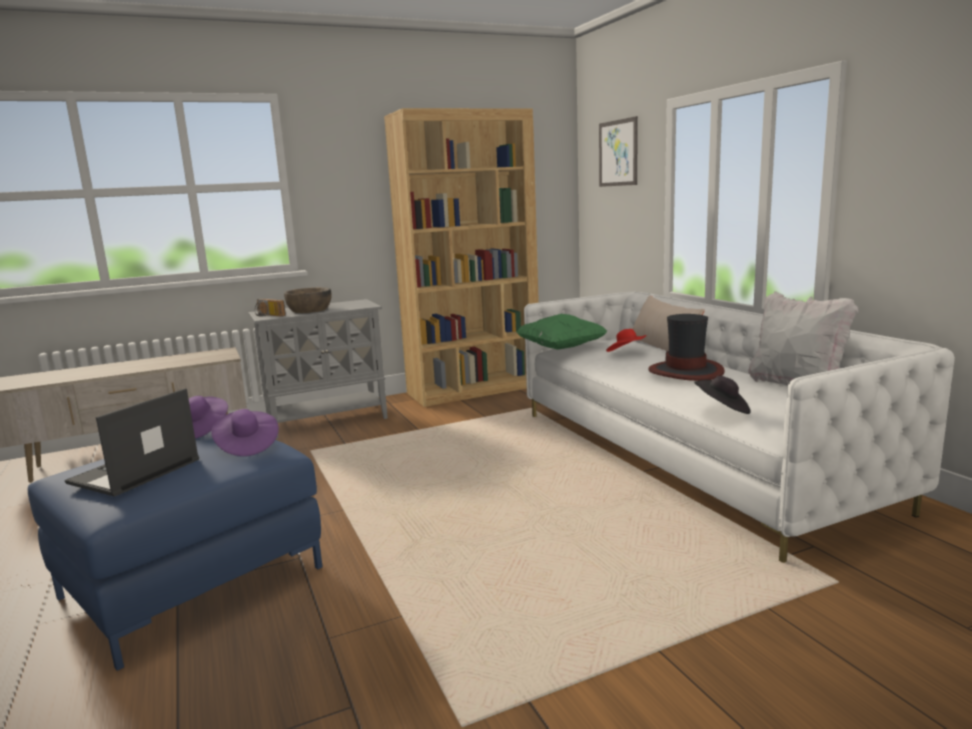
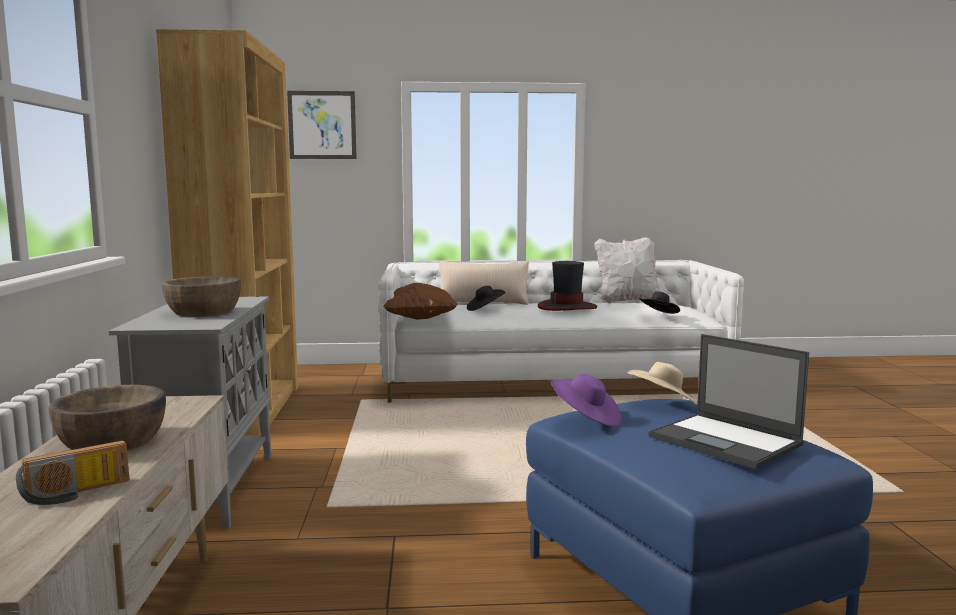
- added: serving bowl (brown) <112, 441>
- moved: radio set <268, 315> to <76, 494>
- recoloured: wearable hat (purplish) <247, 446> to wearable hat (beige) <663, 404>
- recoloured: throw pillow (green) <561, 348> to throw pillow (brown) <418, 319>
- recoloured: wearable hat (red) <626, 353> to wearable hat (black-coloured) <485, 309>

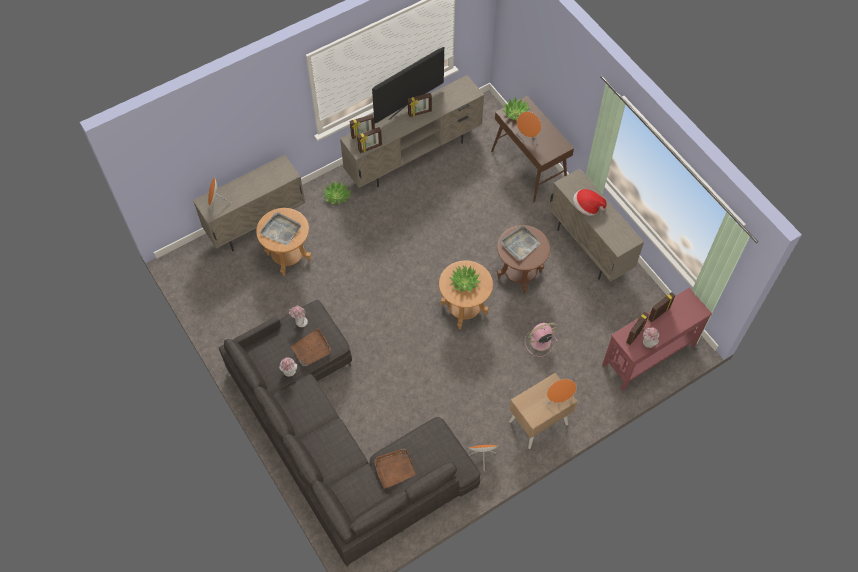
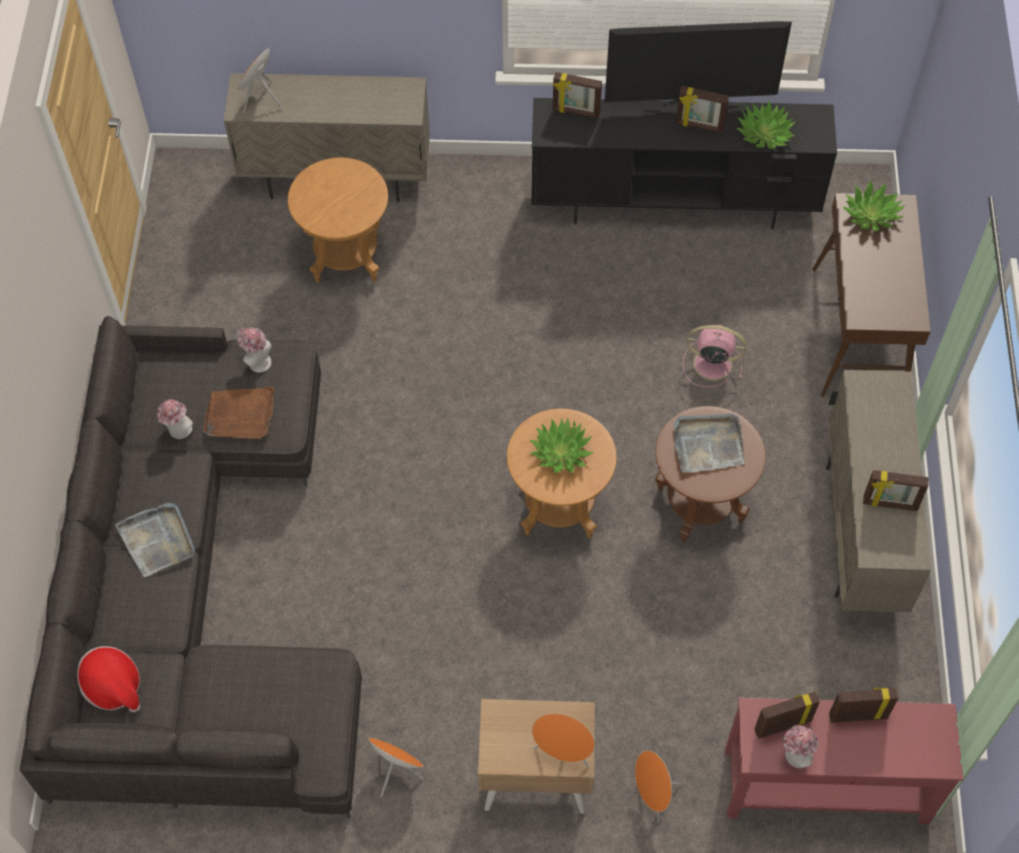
- removed: carrying tray (brown) <394, 468>
- moved: carrying tray (gray) <281, 230> to <158, 540>
- moved: potted plant <337, 196> to <764, 134>
- moved: photo frame <370, 148> to <890, 504>
- moved: audio speaker (orange) <528, 137> to <653, 795>
- moved: electric fan (pink) <539, 342> to <710, 363>
- moved: wearable hat <587, 207> to <113, 686>
- recoloured: media console (beige) <414, 155> to media console (black-coloured) <674, 205>

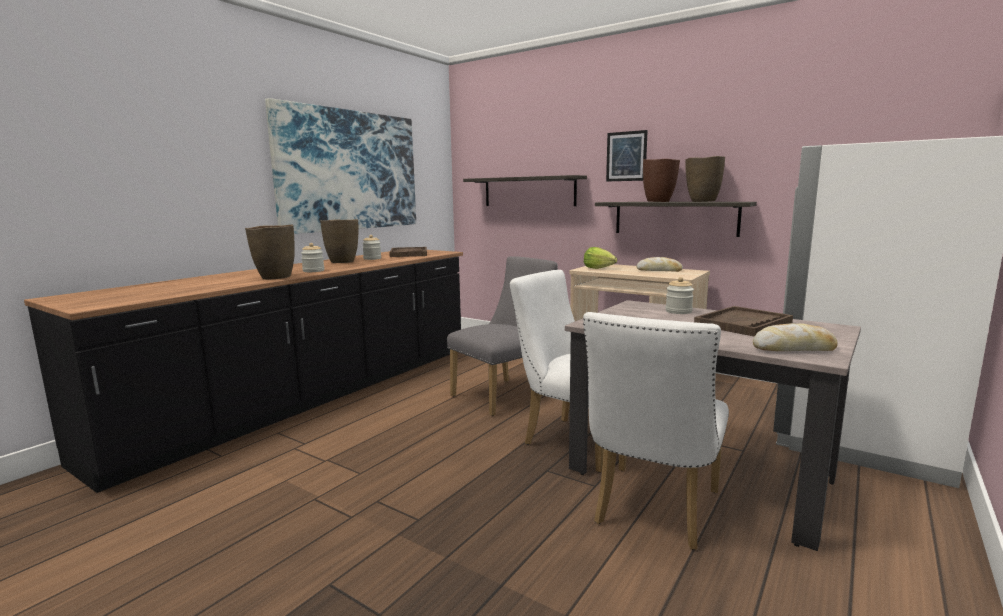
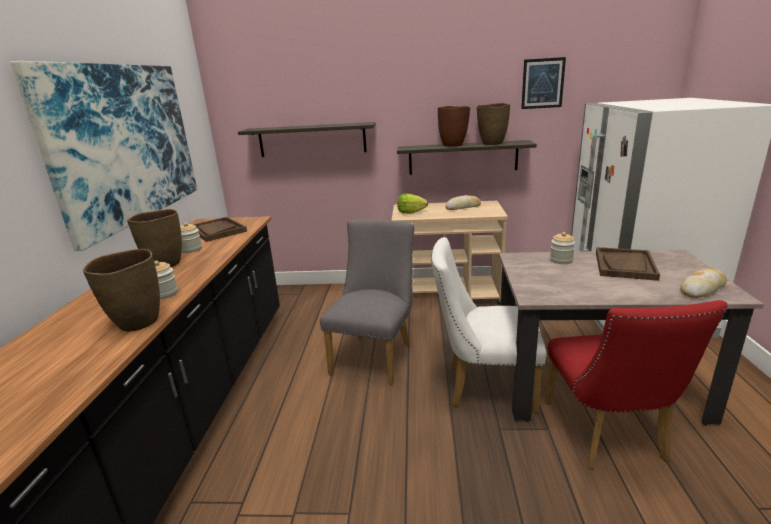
- moved: wall art <626, 156> to <542, 83>
- recoloured: upright chair (whitish) <652, 511> to upright chair (red) <607, 436>

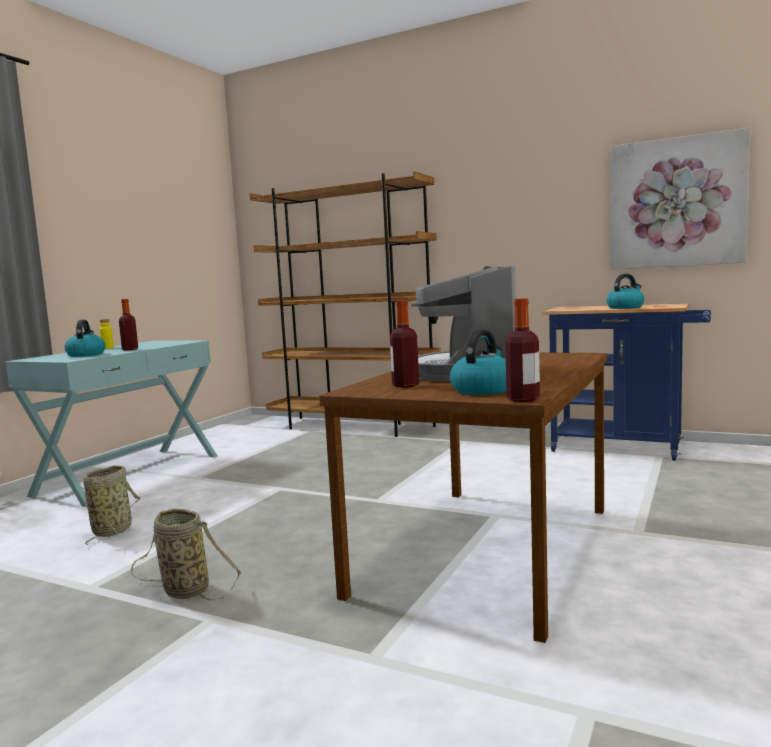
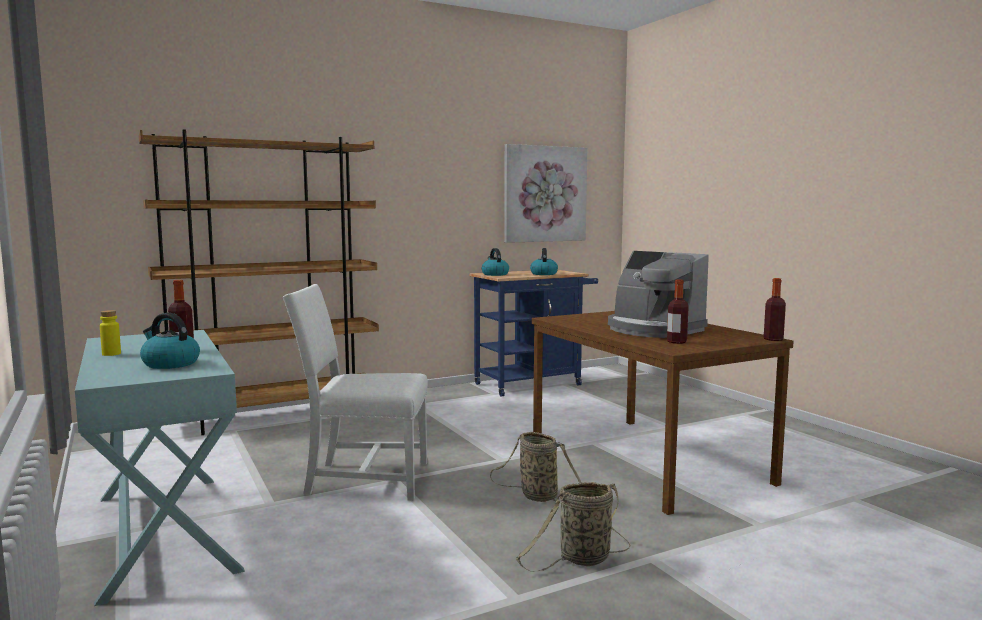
- added: upright chair (whitish) <363, 479>
- moved: household basket <114, 530> to <536, 495>
- moved: kettle <482, 390> to <494, 274>

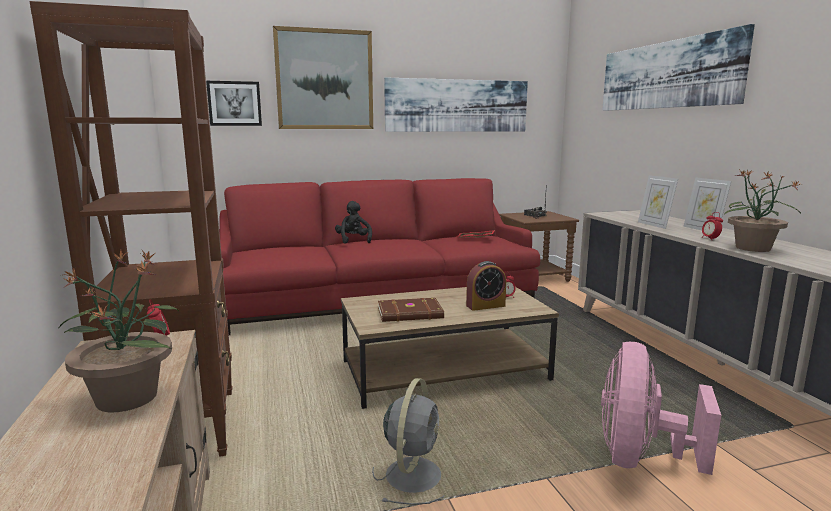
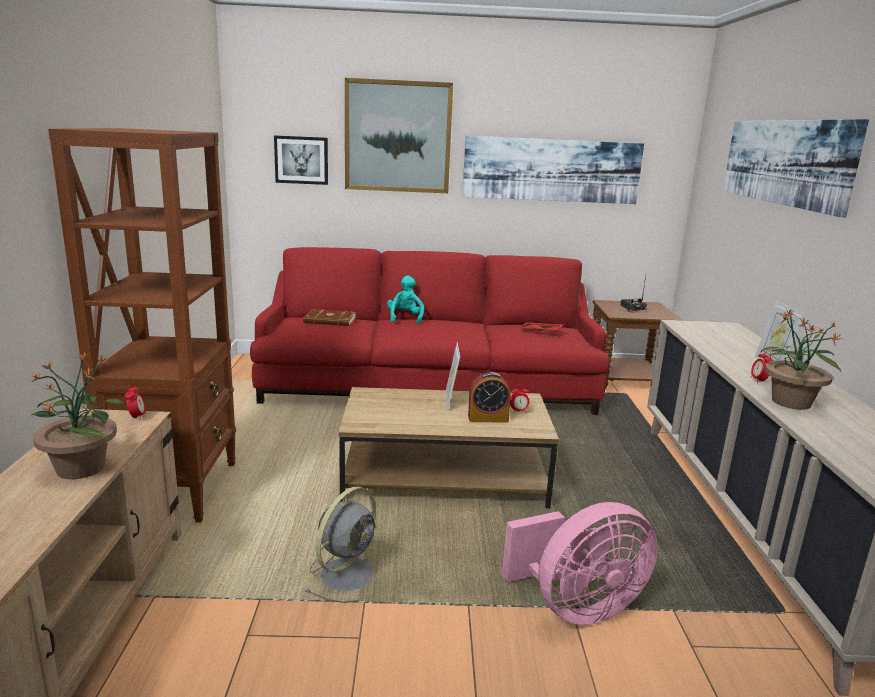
- moved: bound book (brown) <410, 313> to <330, 320>
- moved: photo frame <654, 225> to <451, 401>
- recoloured: plush toy (black-coloured) <353, 240> to plush toy (blue-green) <405, 318>
- turned: electric fan (pink) <640, 458> = <577, 607> 150 degrees counterclockwise

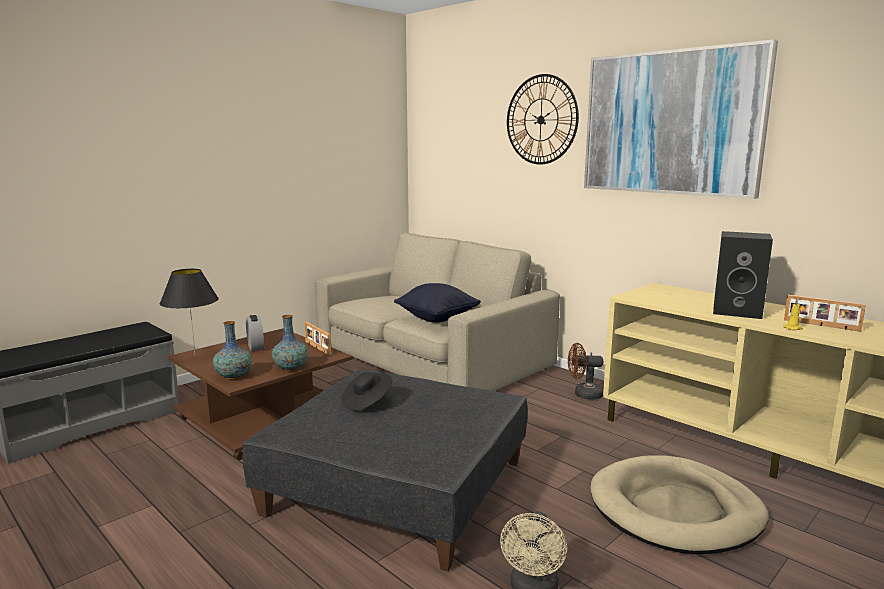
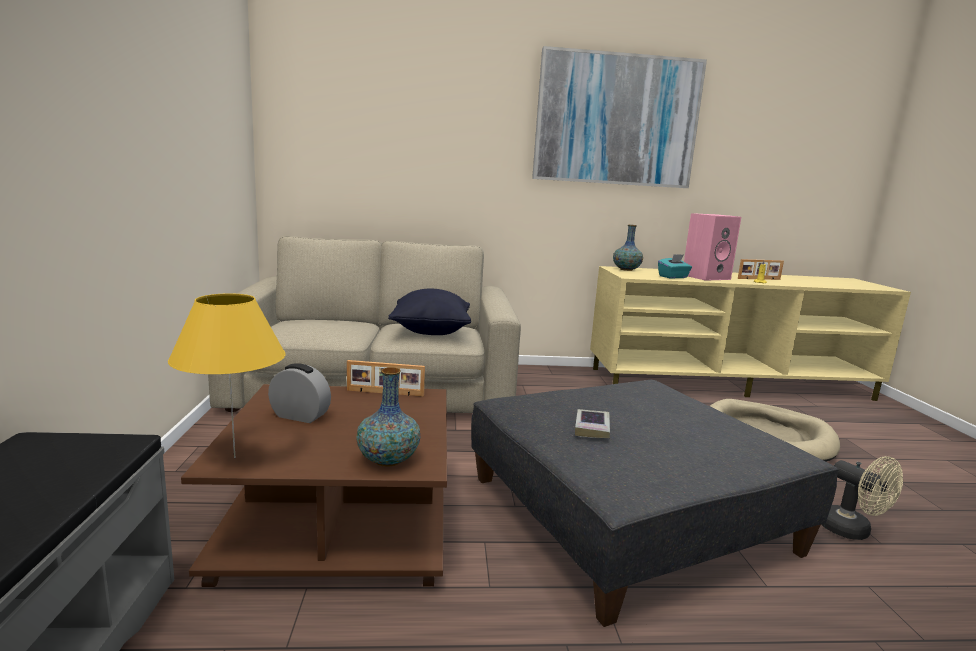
- removed: wall clock <541, 120>
- removed: electric fan (brown) <583, 394>
- added: tissue box (blue-green) <673, 277>
- moved: decorative vase <291, 368> to <626, 269>
- replaced: wearable hat (black-coloured) <367, 402> to bound book <592, 428>
- recoloured: lamp for a table (black-coloured) <195, 355> to lamp for a table (yellow-coloured) <235, 458>
- recoloured: audio speaker (black-coloured) <738, 311> to audio speaker (pink) <706, 277>

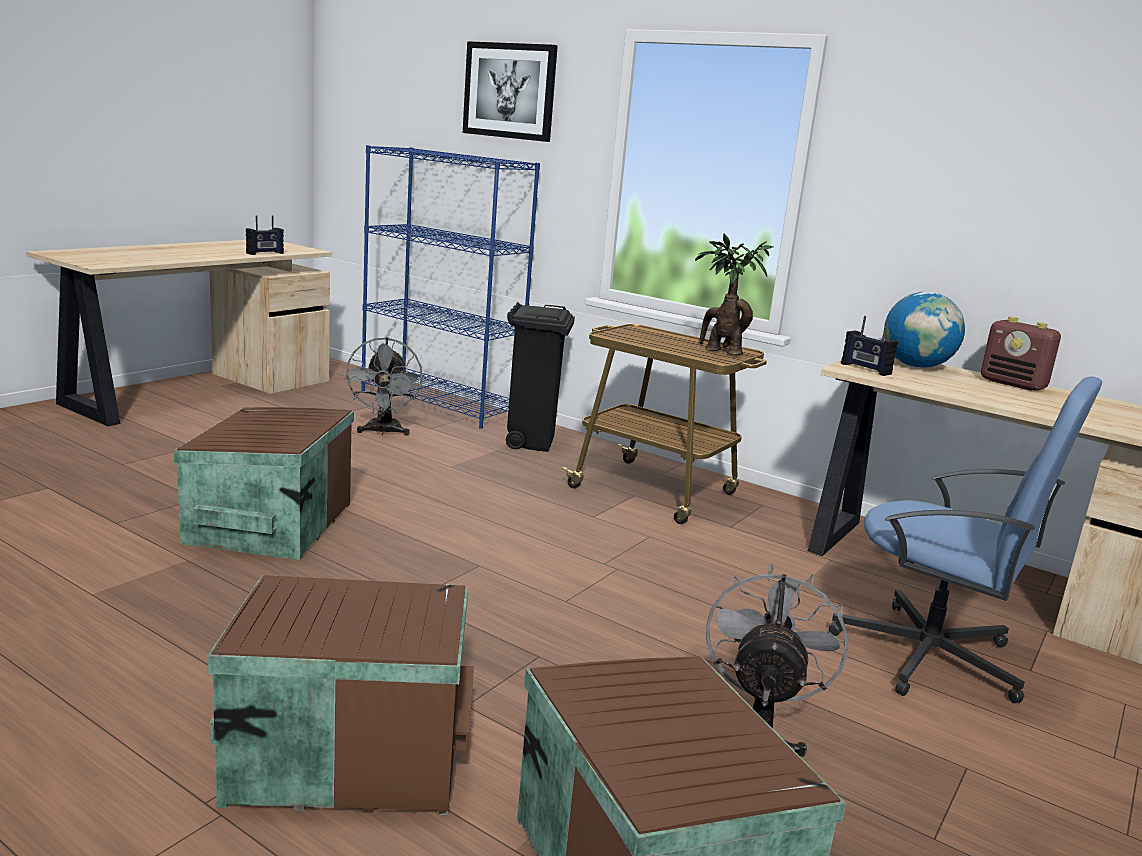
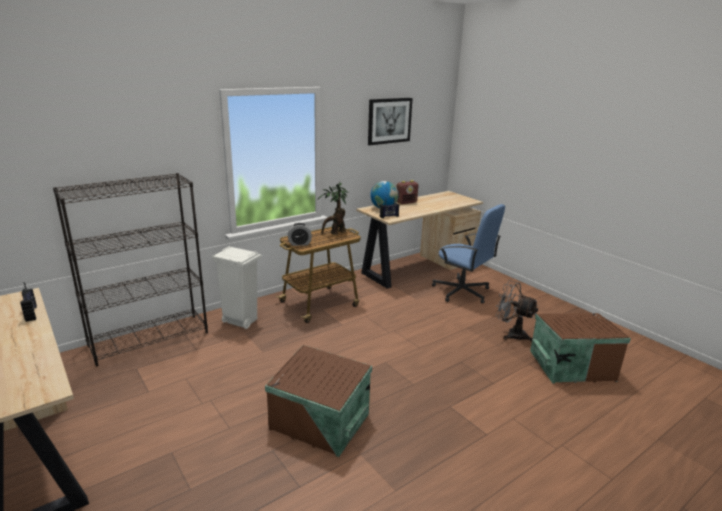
- removed: storage bin (brown) <347, 747>
- removed: electric fan (gray) <383, 432>
- added: table clock <299, 244>
- moved: wall art <509, 91> to <389, 120>
- recoloured: shelving unit (blue) <440, 403> to shelving unit (black-coloured) <150, 339>
- recoloured: trash can (black-coloured) <531, 443> to trash can (whitish) <240, 321>
- turned: desk chair (blue) <931, 657> = <462, 292> 75 degrees clockwise

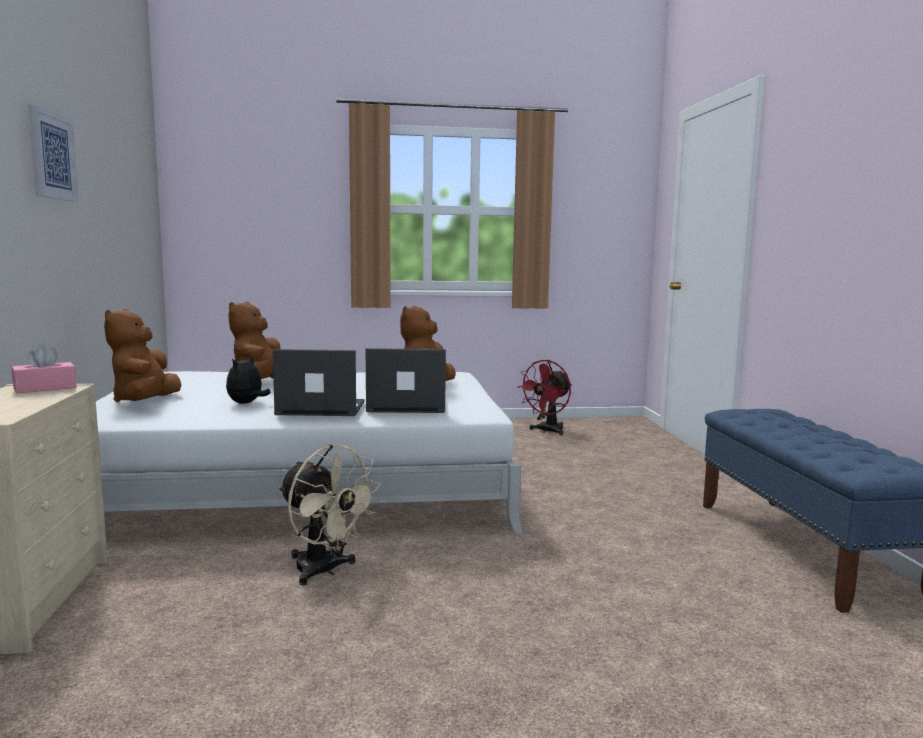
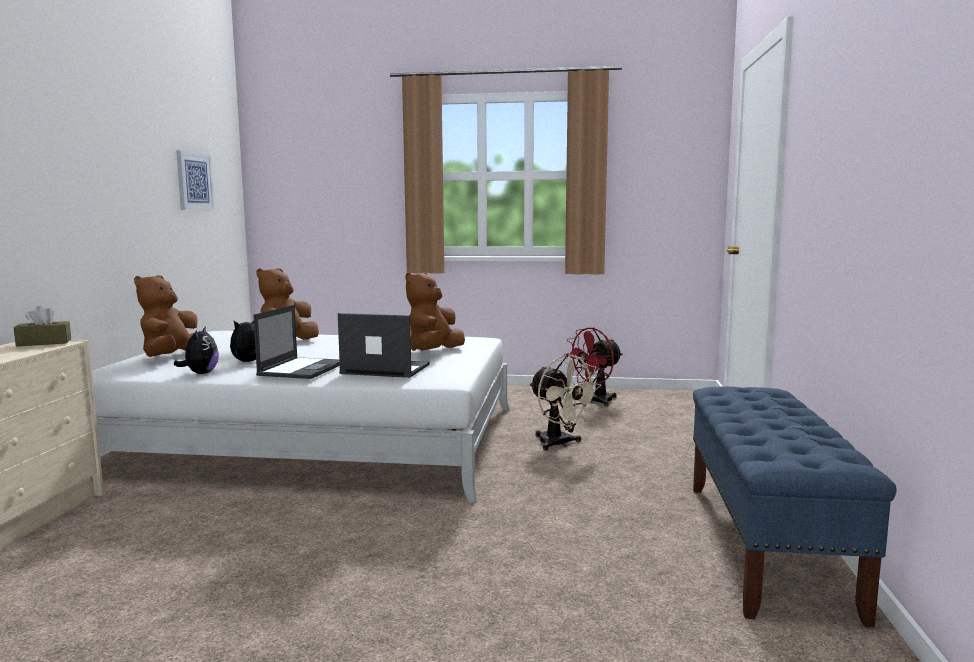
- added: plush toy <200, 373>
- moved: wall art <51, 156> to <194, 181>
- moved: electric fan (beige) <325, 571> to <559, 444>
- recoloured: tissue box (pink) <45, 388> to tissue box (brown) <44, 343>
- turned: laptop <319, 408> = <302, 368> 90 degrees clockwise

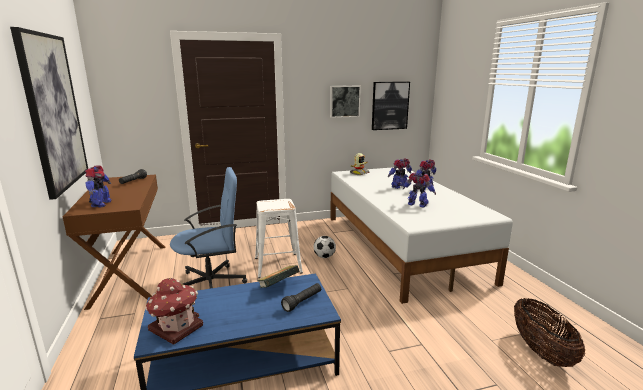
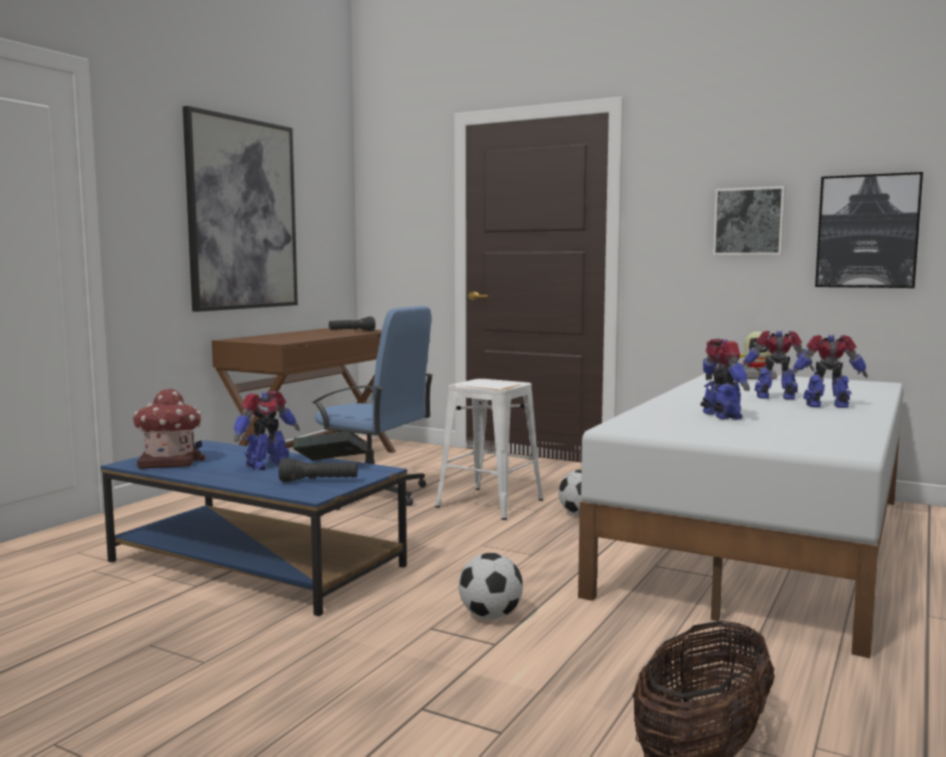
- added: ball for football <490, 616>
- moved: model robot <100, 204> to <266, 465>

